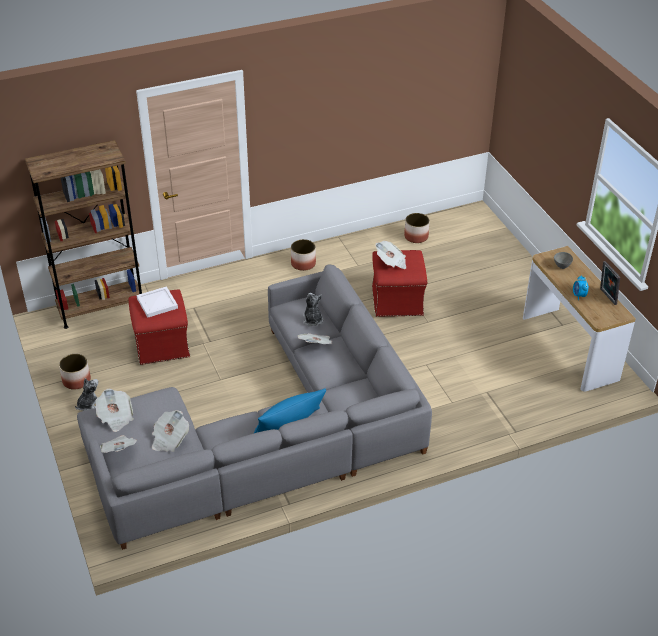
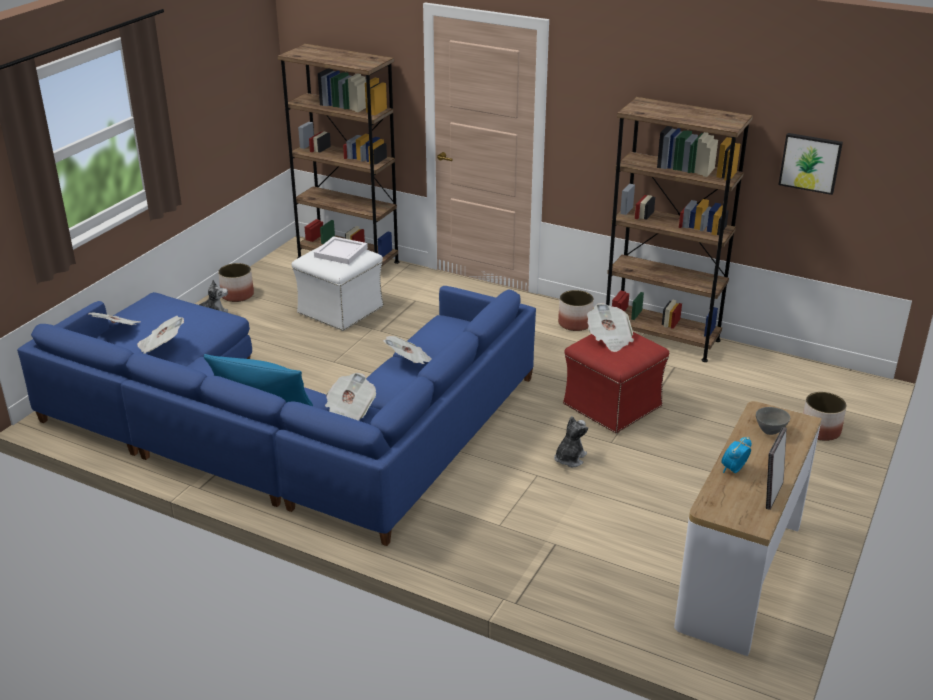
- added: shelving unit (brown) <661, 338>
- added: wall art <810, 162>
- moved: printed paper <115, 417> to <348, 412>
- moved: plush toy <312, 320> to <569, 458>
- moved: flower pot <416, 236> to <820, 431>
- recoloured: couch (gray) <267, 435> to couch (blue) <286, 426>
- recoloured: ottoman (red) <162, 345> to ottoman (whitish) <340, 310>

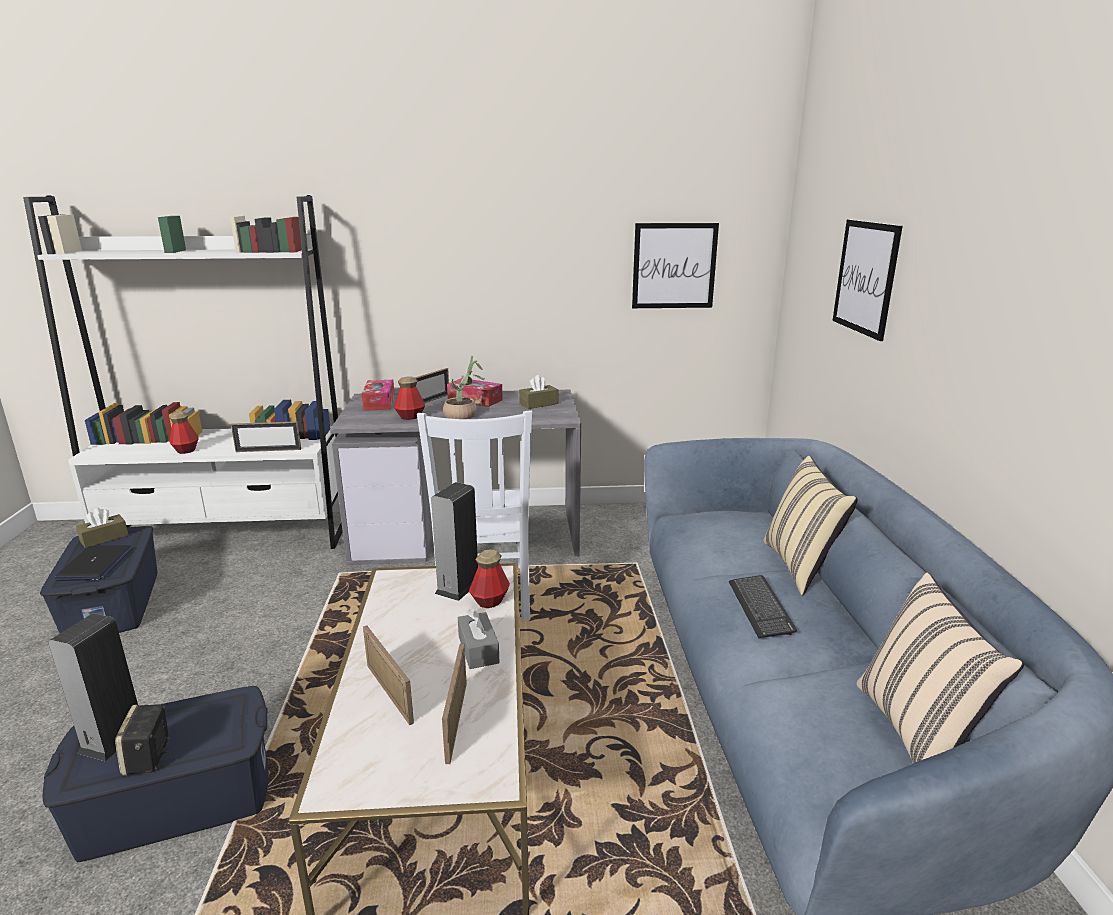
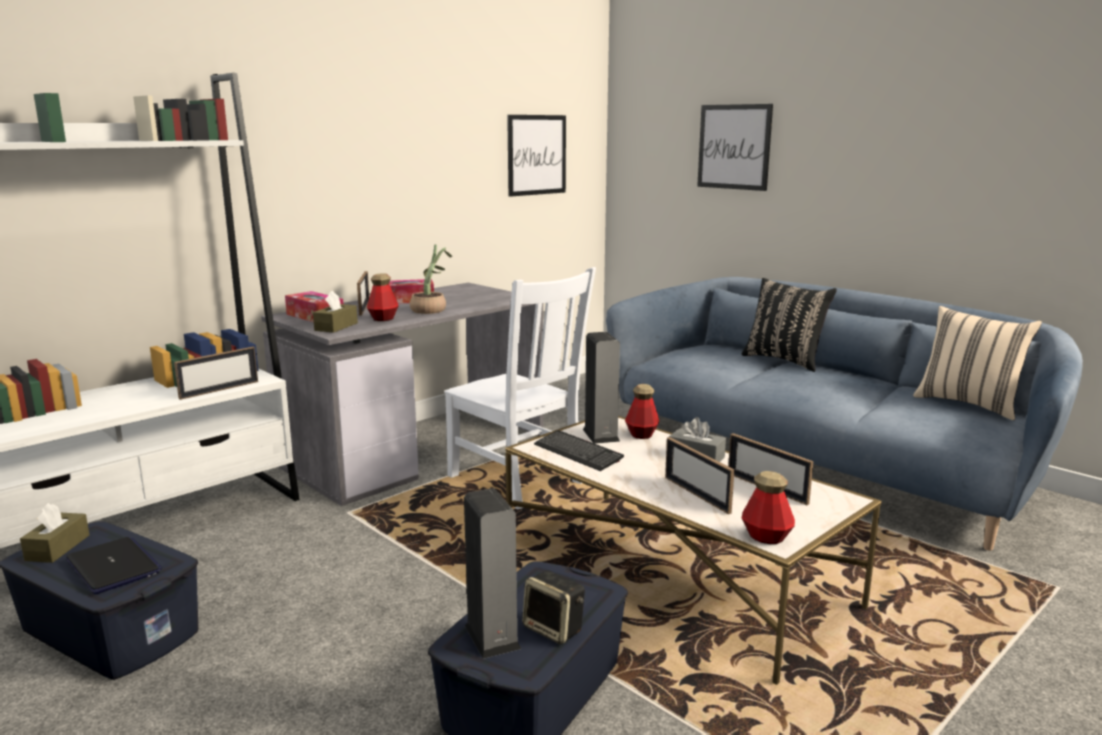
- moved: beverage bottle <186, 450> to <766, 537>
- moved: tissue box (brown) <539, 404> to <336, 327>
- moved: keyboard <760, 607> to <578, 452>
- recoloured: throw pillow (beige) <801, 566> to throw pillow (black-coloured) <785, 360>
- turned: photo frame <389, 693> = <696, 494> 135 degrees counterclockwise

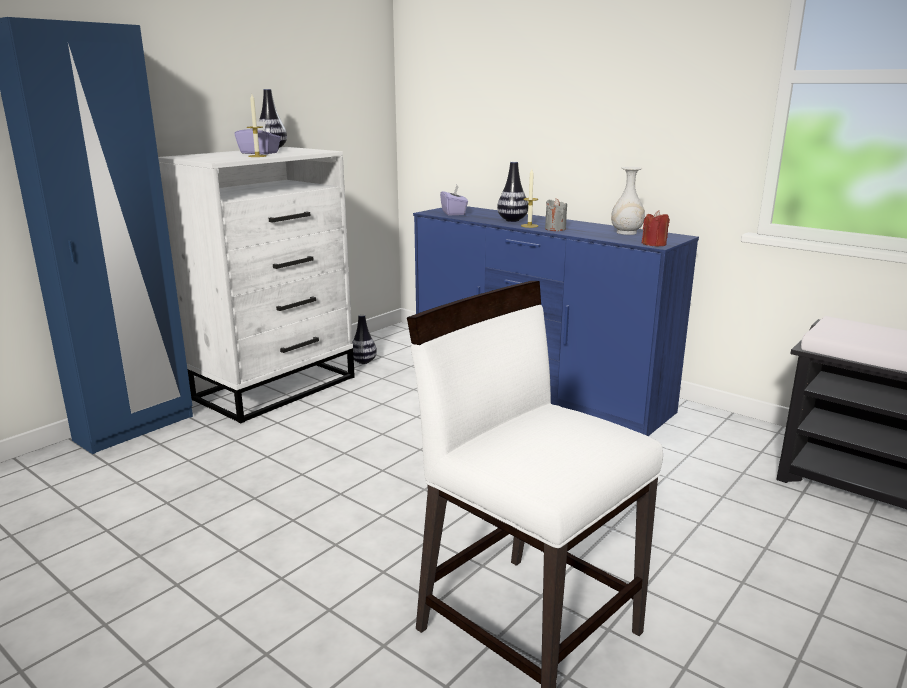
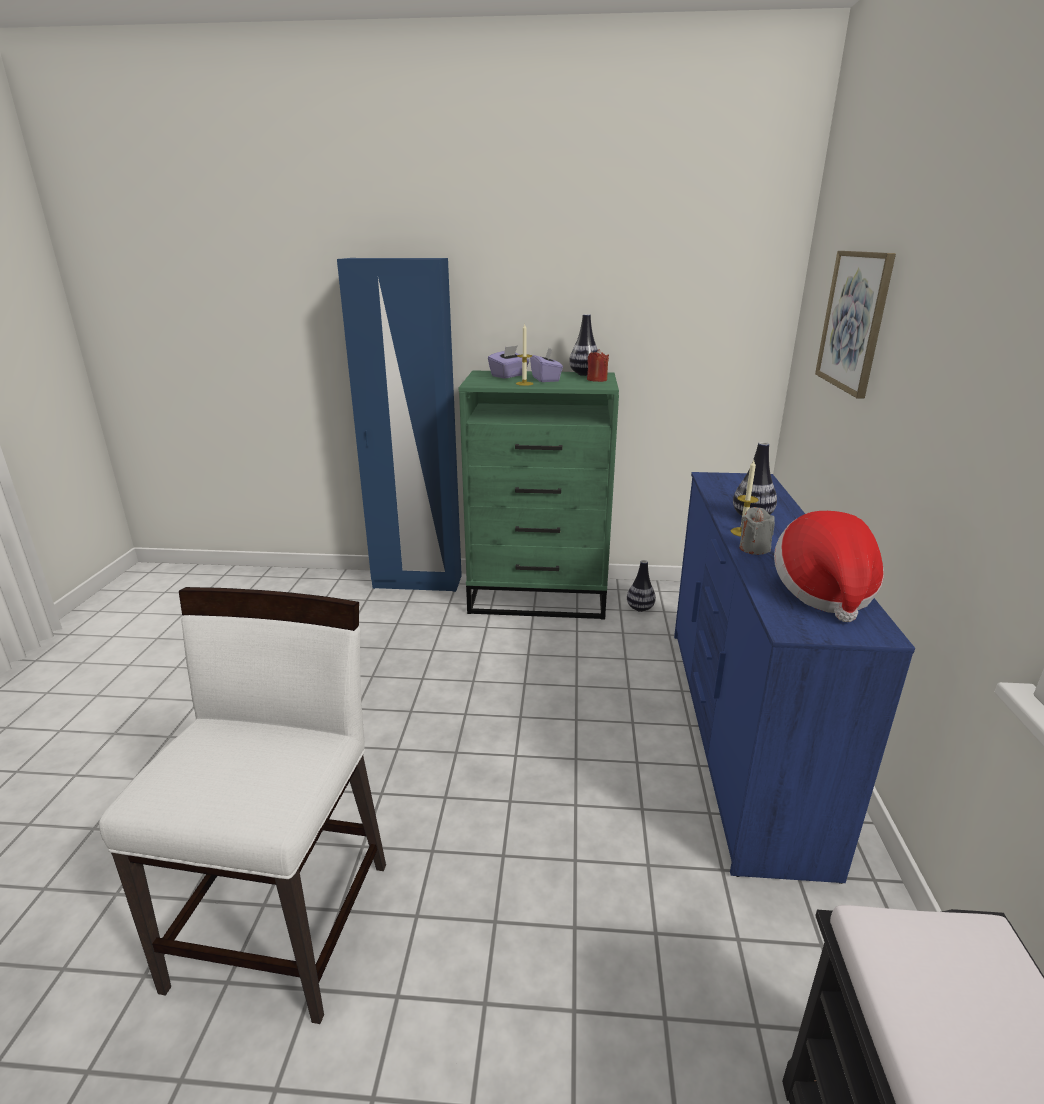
- added: wall art <854, 321>
- moved: tissue box (purplish) <454, 213> to <509, 375>
- moved: wax candle (red) <654, 244> to <597, 380>
- replaced: decorative vase (whitish) <626, 233> to wearable hat <823, 592>
- recoloured: chest of drawers (whitish) <277, 387> to chest of drawers (green) <539, 597>

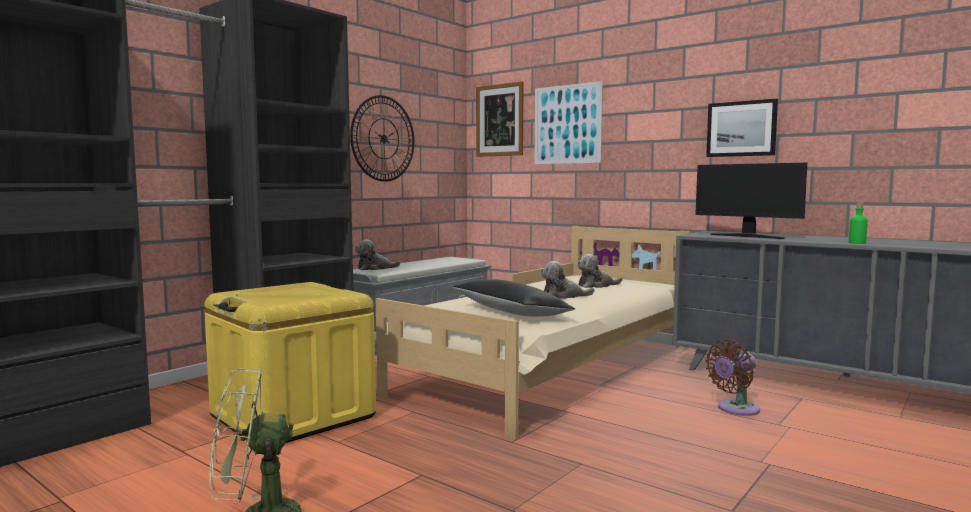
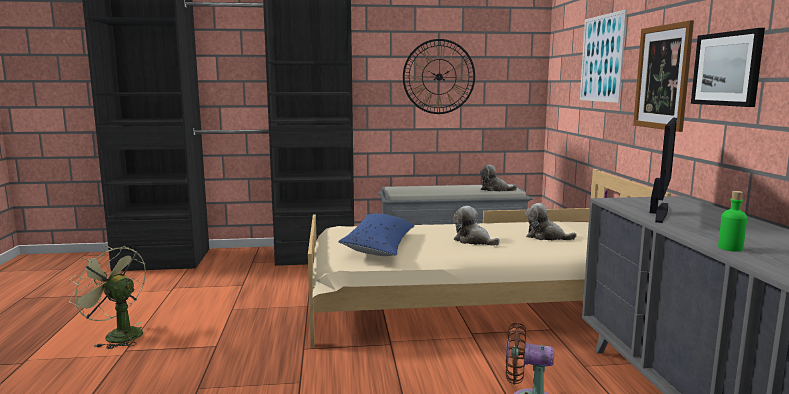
- removed: storage bin (yellow-coloured) <293, 416>
- moved: plush toy <375, 268> to <495, 189>
- moved: wall art <499, 120> to <662, 77>
- recoloured: throw pillow (black-coloured) <510, 312> to throw pillow (blue) <379, 246>
- turned: computer display <747, 236> = <658, 212> 150 degrees counterclockwise

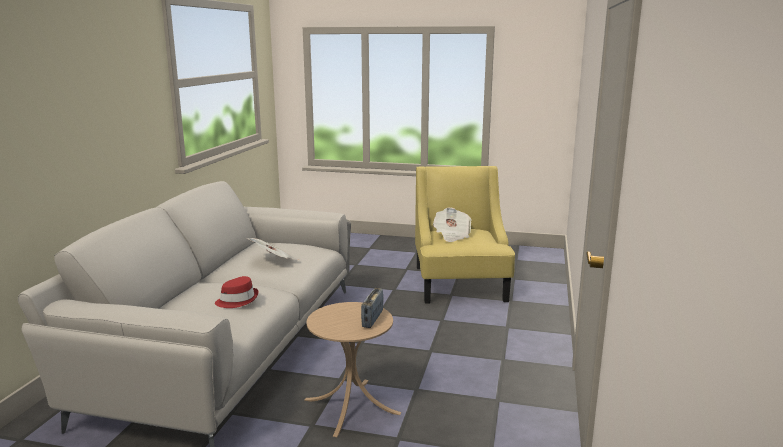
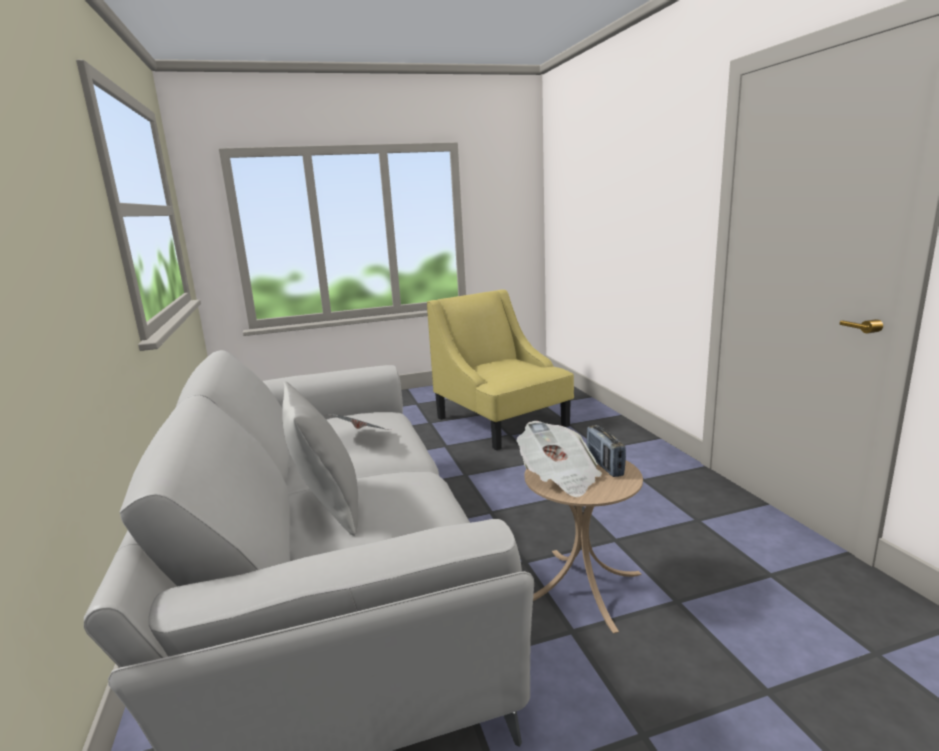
- removed: wearable hat (red) <237, 300>
- added: throw pillow (gray) <328, 507>
- moved: printed paper <452, 235> to <559, 477>

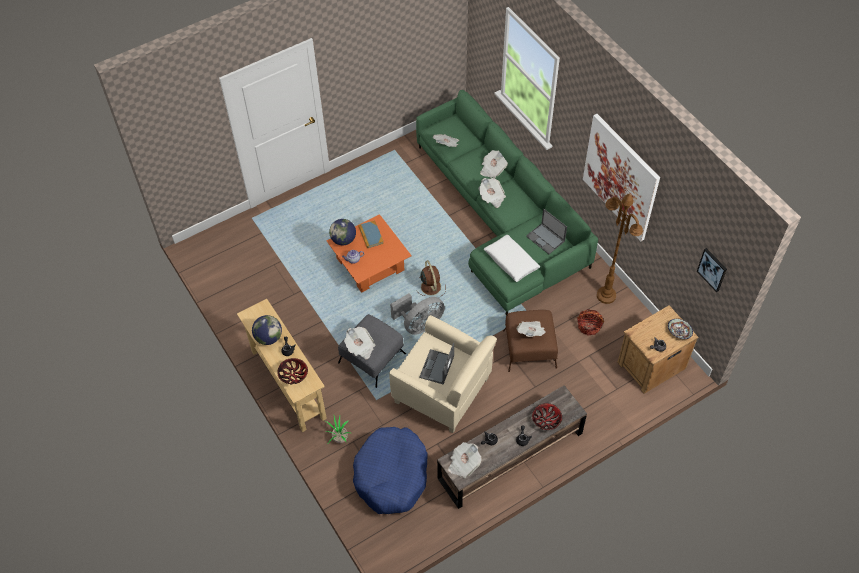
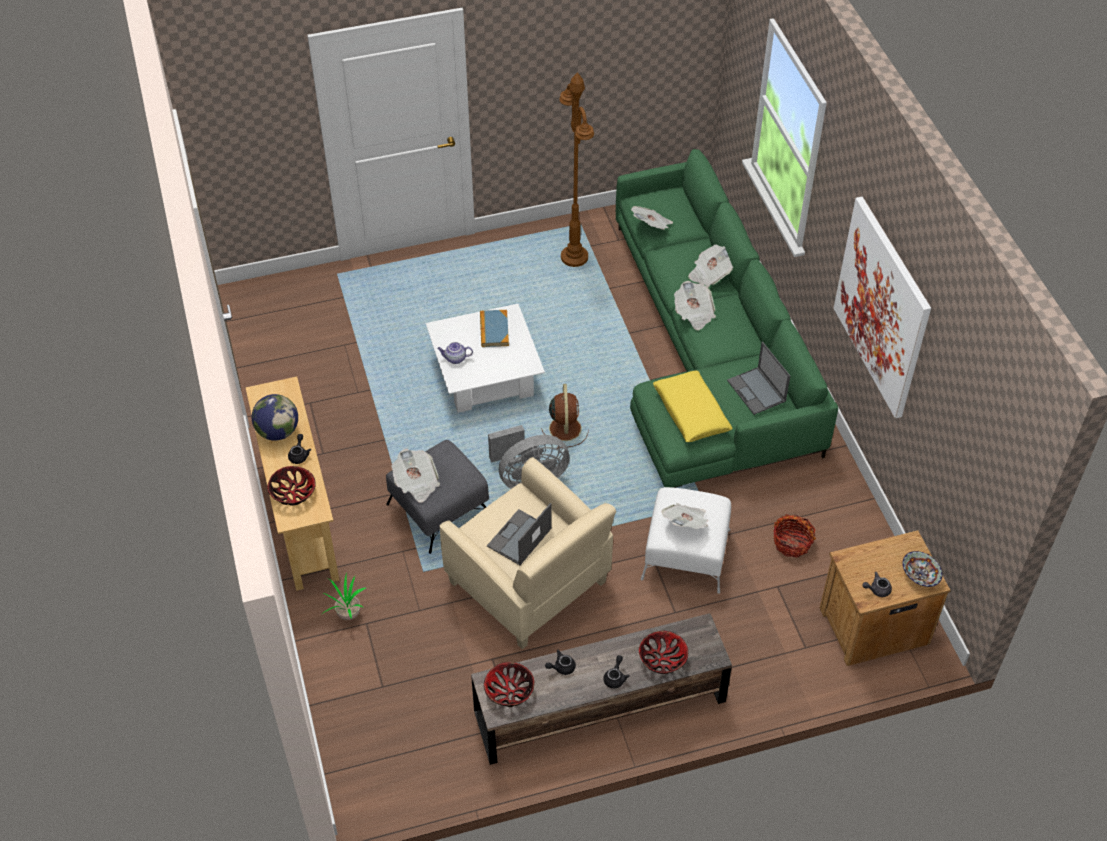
- removed: globe <343, 240>
- removed: dog bed (blue) <391, 475>
- removed: wall art <712, 269>
- moved: floor lamp (brown) <606, 295> to <574, 257>
- replaced: printed paper <463, 464> to serving bowl <509, 691>
- recoloured: coffee table (orange) <370, 264> to coffee table (whitish) <485, 376>
- recoloured: throw pillow (whitish) <511, 262> to throw pillow (yellow-coloured) <691, 412>
- recoloured: ottoman (brown) <529, 348> to ottoman (whitish) <686, 554>

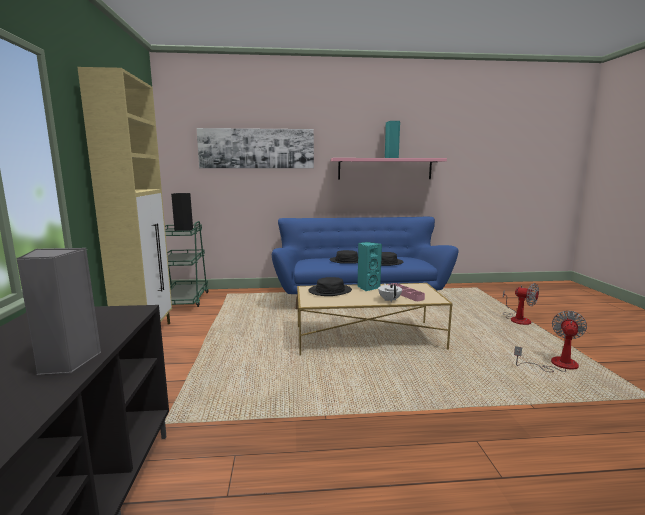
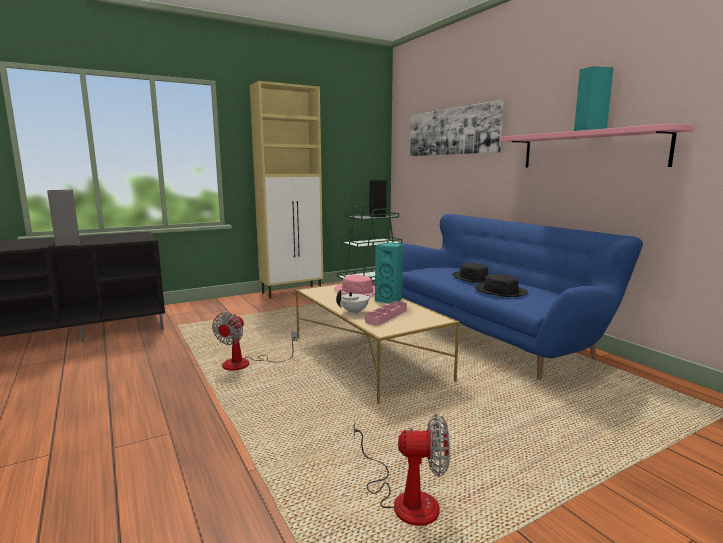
- moved: electric fan <517, 319> to <246, 364>
- recoloured: wearable hat (black-coloured) <330, 291> to wearable hat (pink) <357, 291>

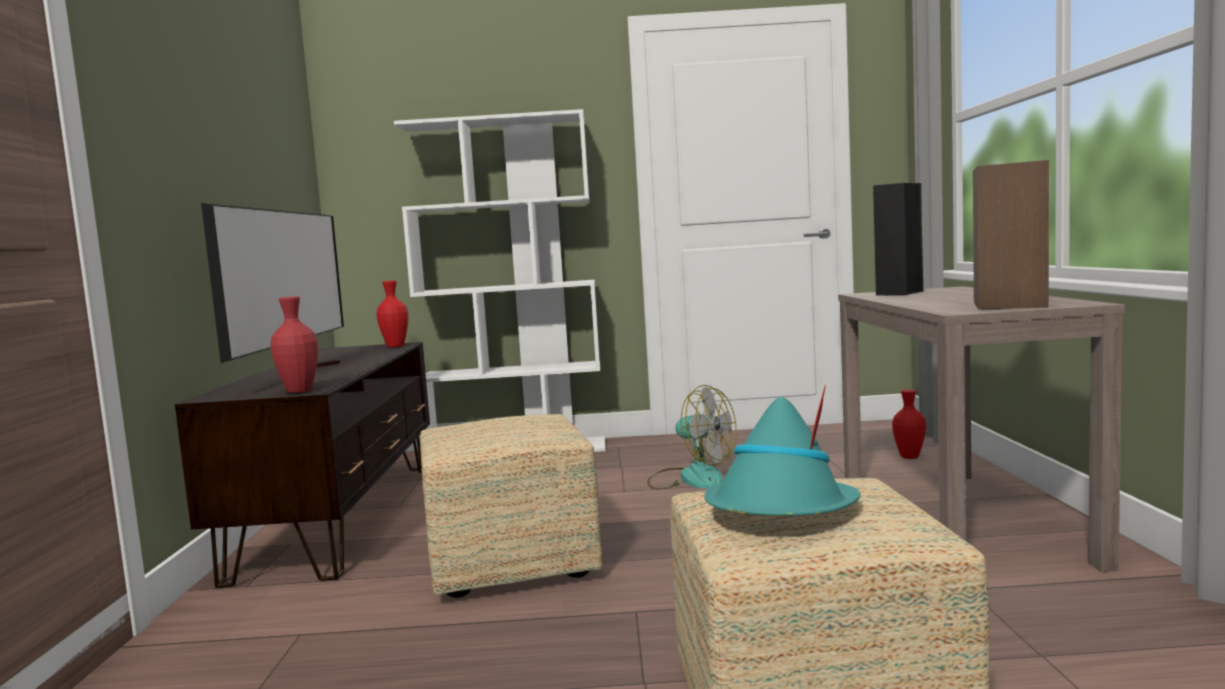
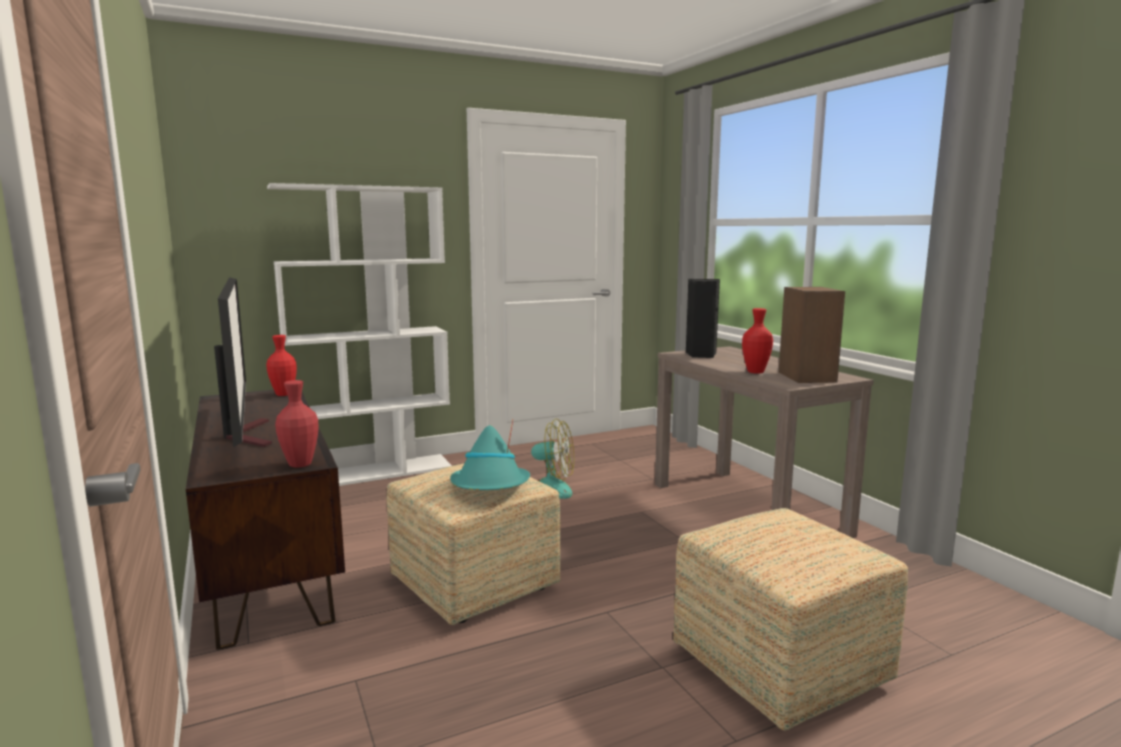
- moved: wearable hat (blue-green) <780, 511> to <490, 485>
- moved: decorative vase (red) <909, 457> to <755, 372>

